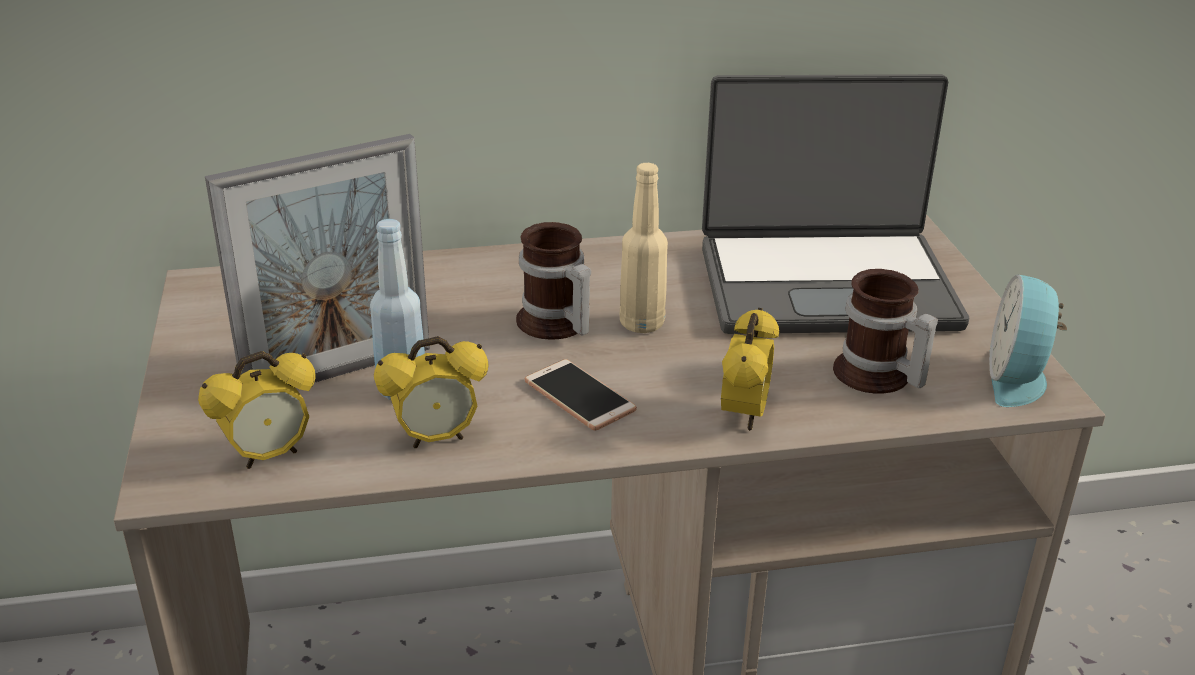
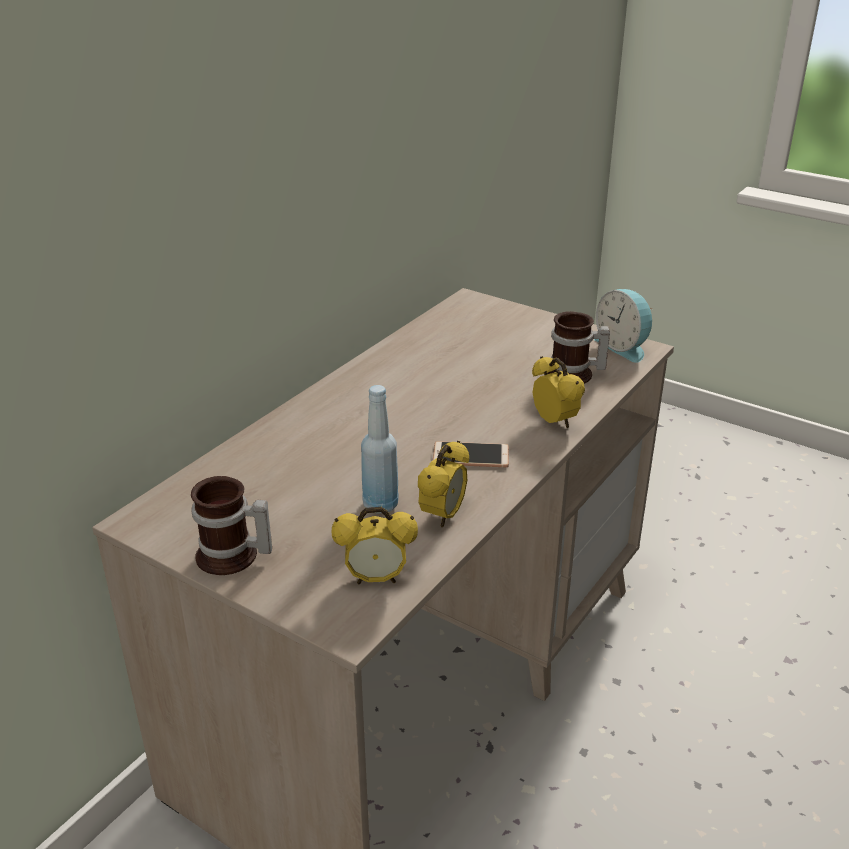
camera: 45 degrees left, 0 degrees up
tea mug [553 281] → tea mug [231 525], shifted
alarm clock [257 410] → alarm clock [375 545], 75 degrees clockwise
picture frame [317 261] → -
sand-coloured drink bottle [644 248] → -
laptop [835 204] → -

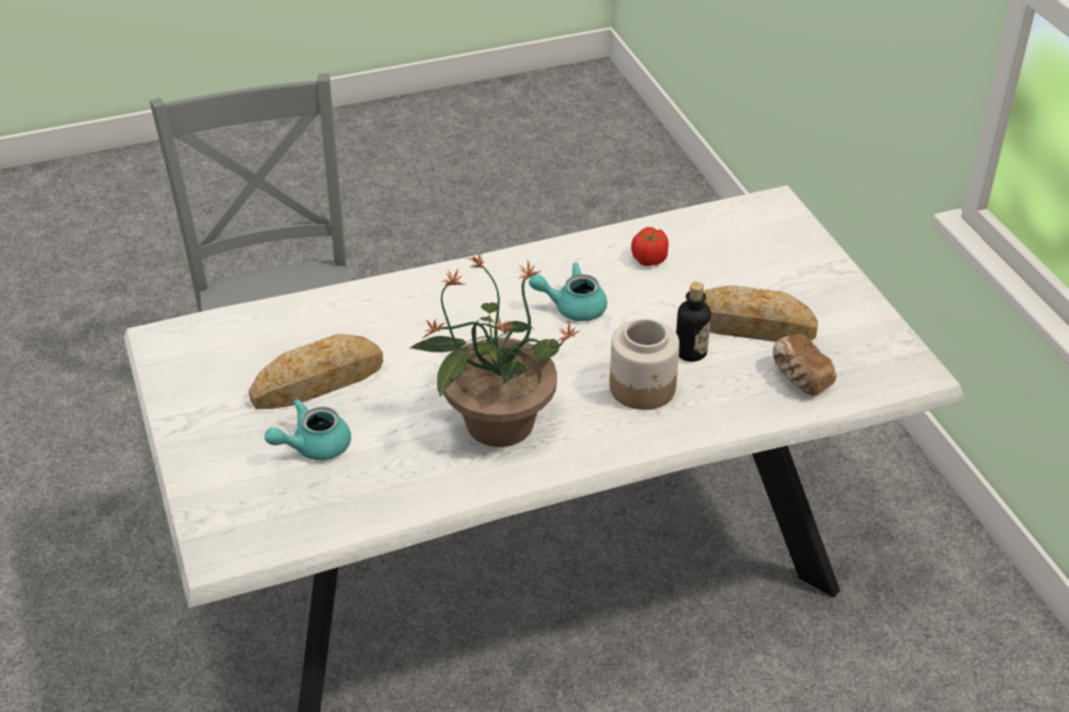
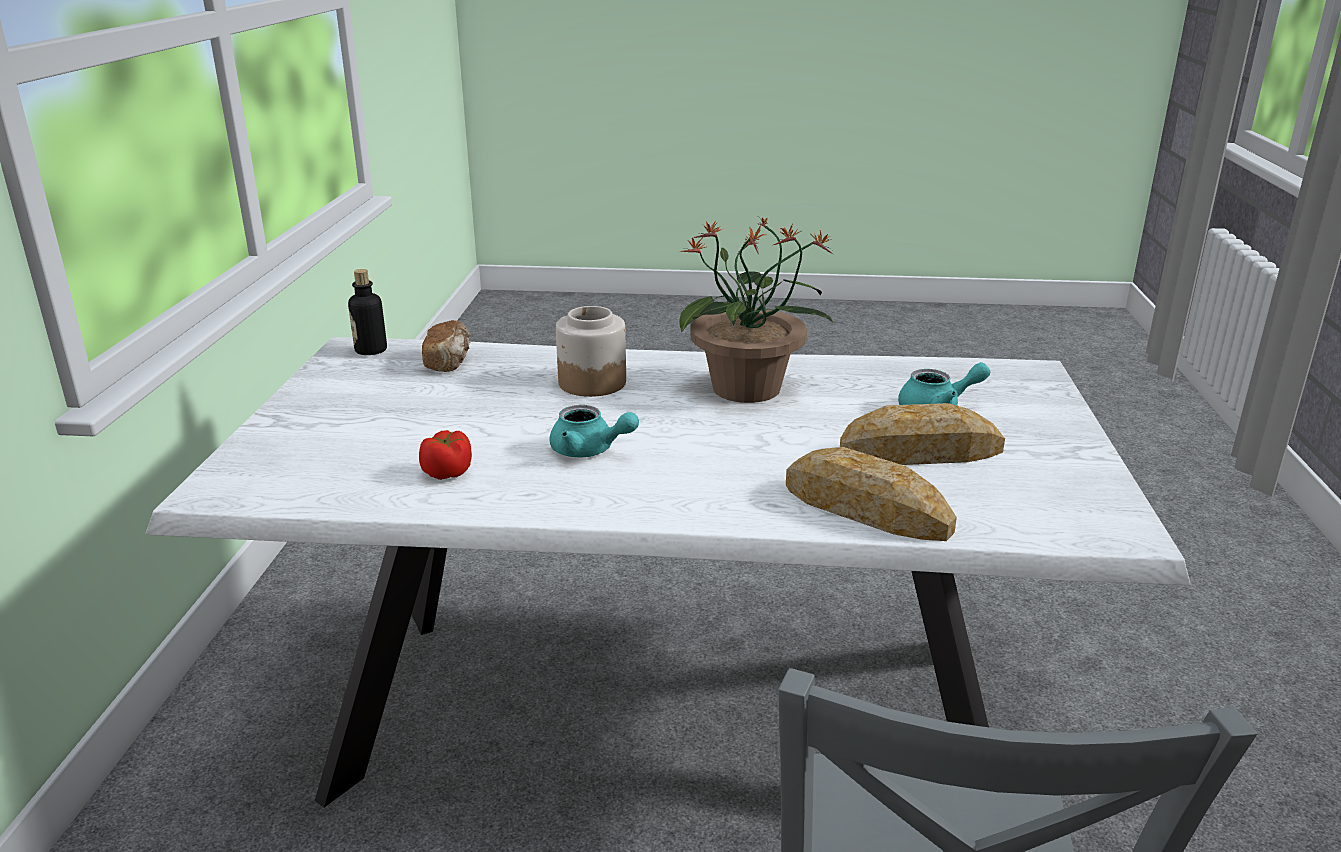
camera: 155 degrees left, 15 degrees down
drink bottle [693 322] → drink bottle [367 312], shifted
bread [760 313] → bread [871 494], shifted

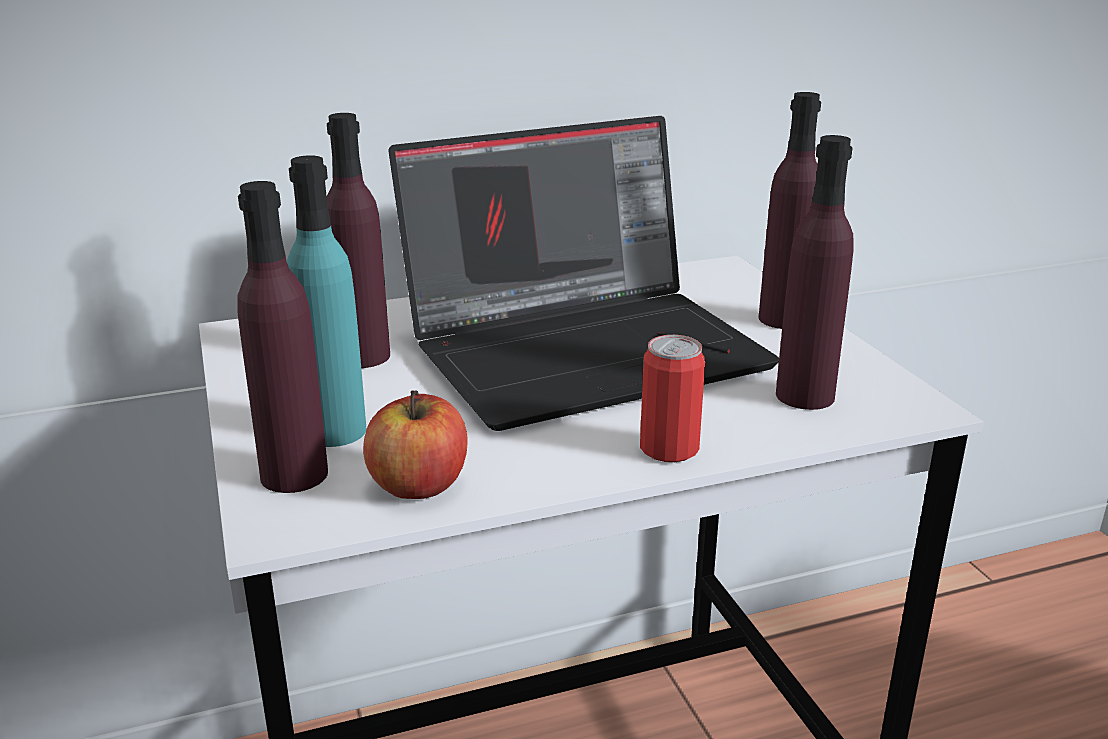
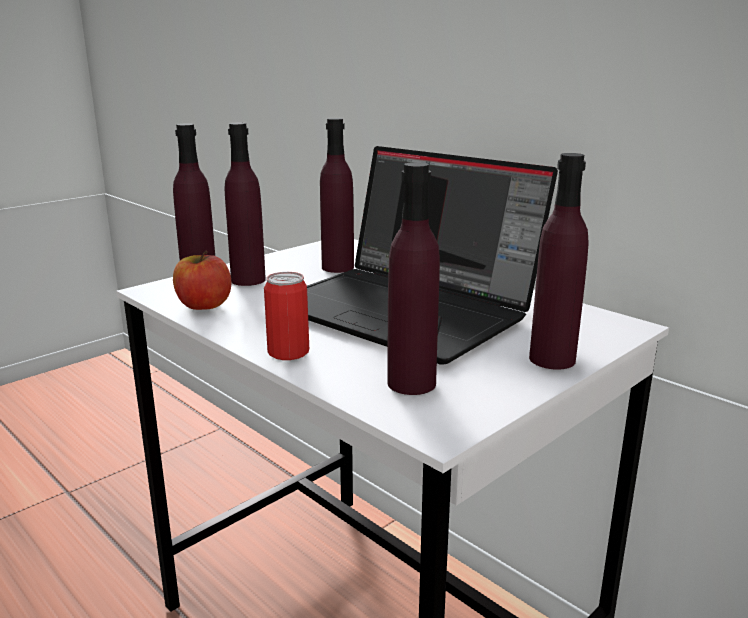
camera: 65 degrees right, 5 degrees down
turquoise-coloured drink bottle [327 301] → purplish drink bottle [245 204]

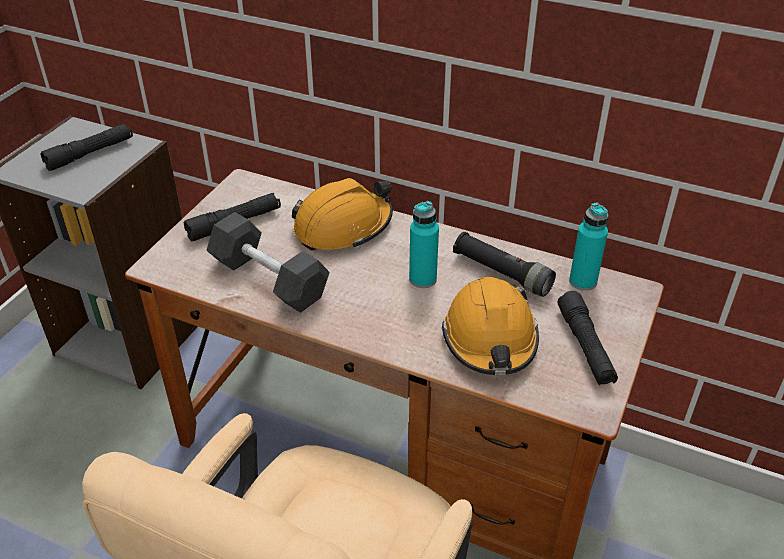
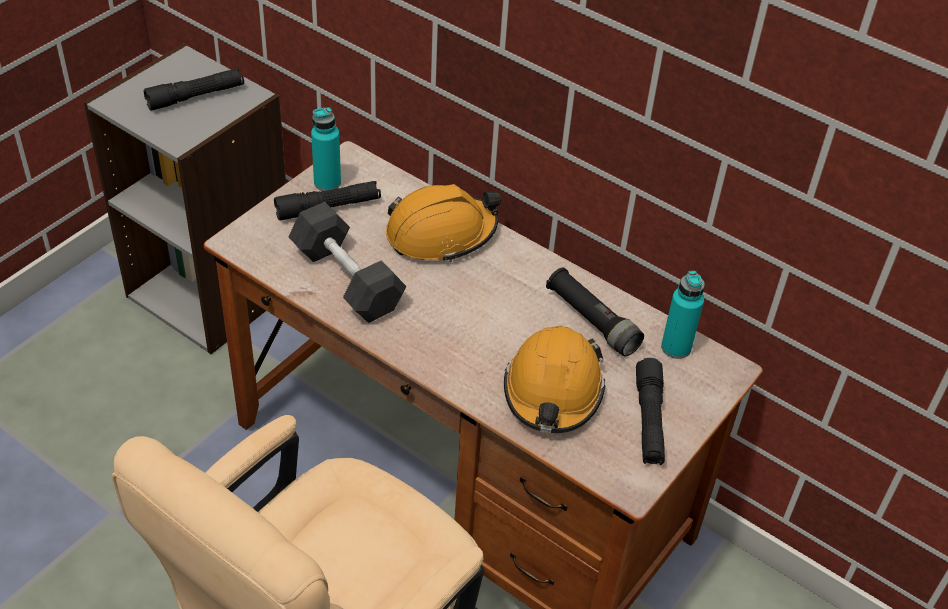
camera: 10 degrees right, 5 degrees up
turquoise-coloured drink bottle [424 244] → turquoise-coloured drink bottle [326 149], shifted

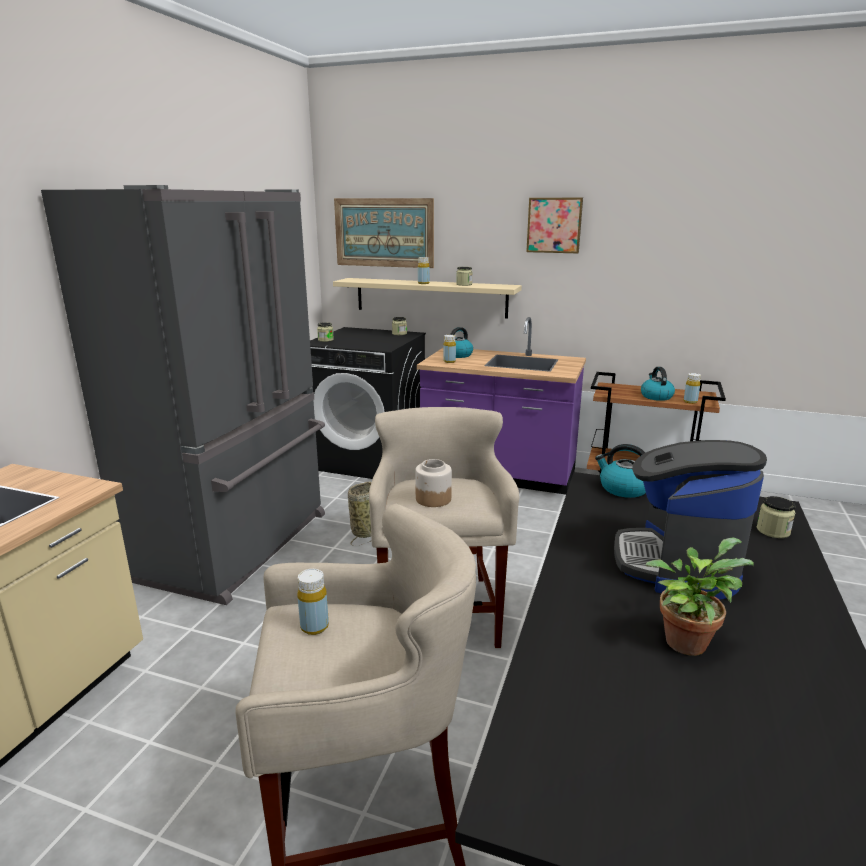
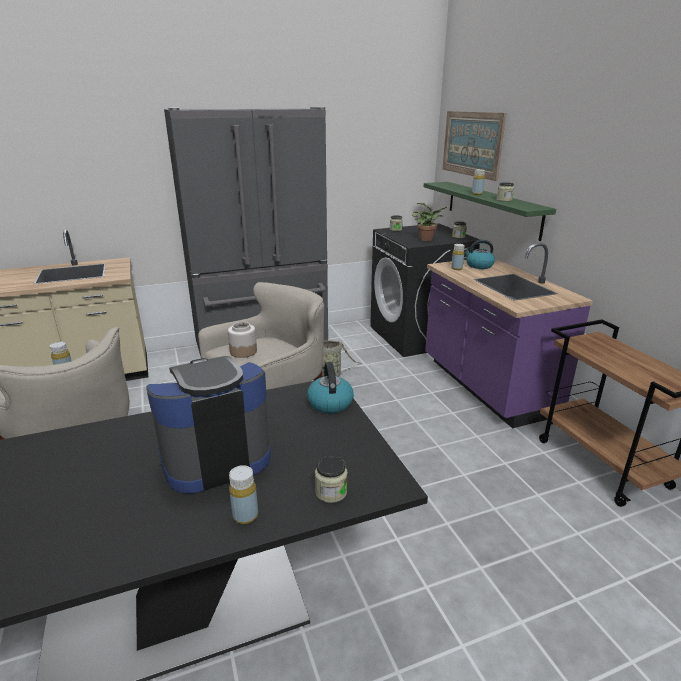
camera: 50 degrees right, 5 degrees up
yellowish drink bottle [692 388] → yellowish drink bottle [243 494], shifted
plant in a pot [699 597] → plant in a pot [431 222], shifted
sand-coloured shelf [427 298] → green shelf [490 211]
wall picture [554 225] → -
kettle [658 384] → -

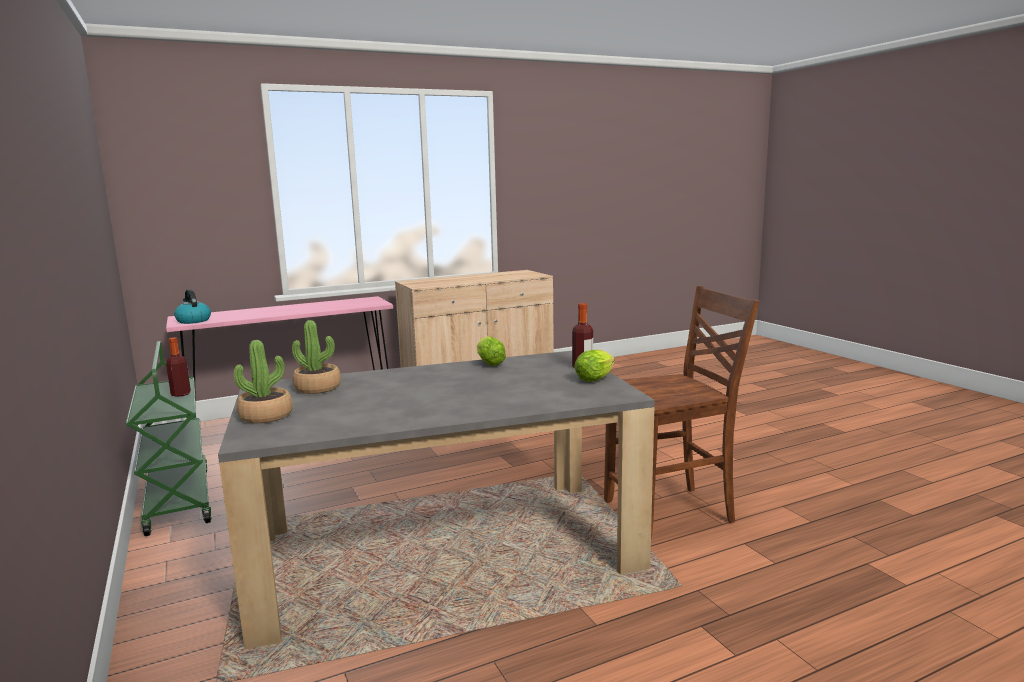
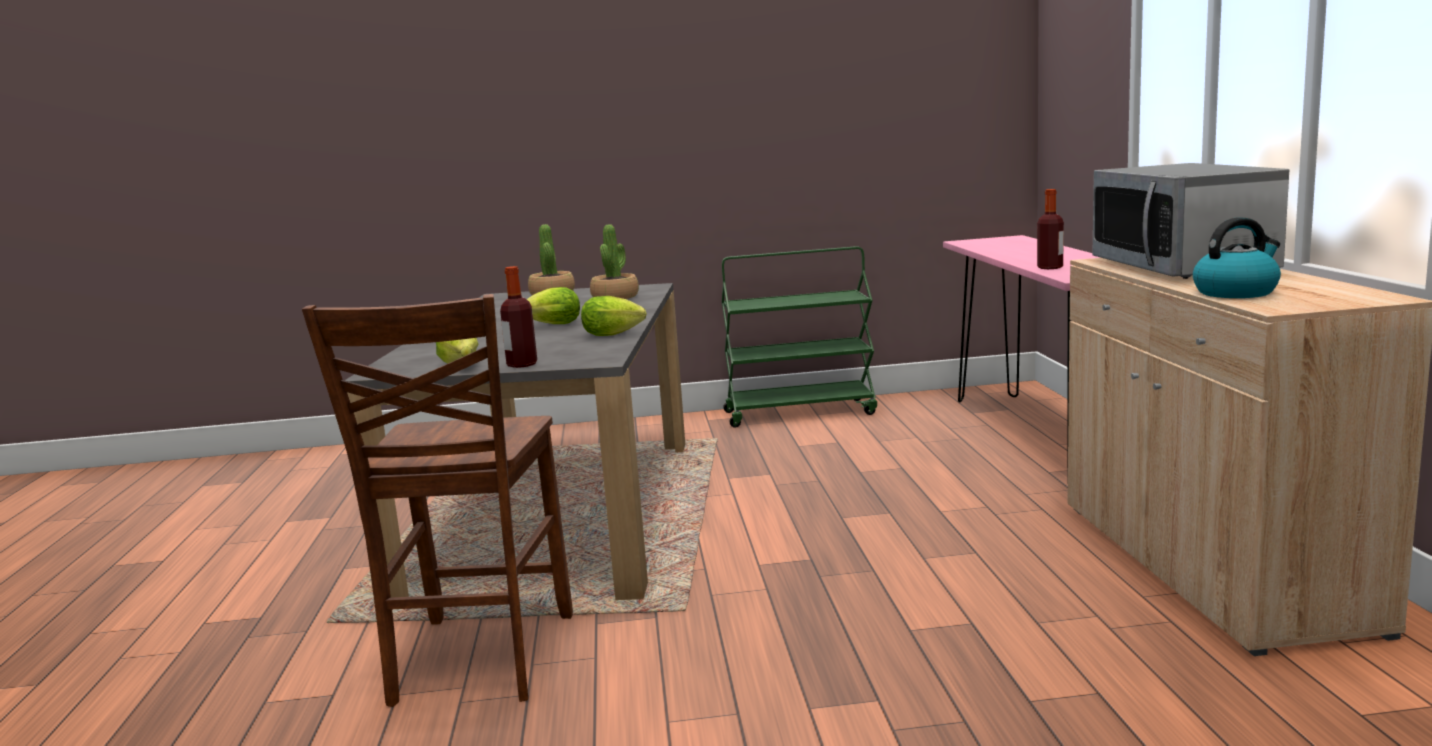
camera: 110 degrees right, 0 degrees up
- → head of lettuce [553 305]
drink bottle [178 367] → drink bottle [1050 229], shifted
- → microwave oven [1190 221]
kettle [192 306] → kettle [1237 257], shifted

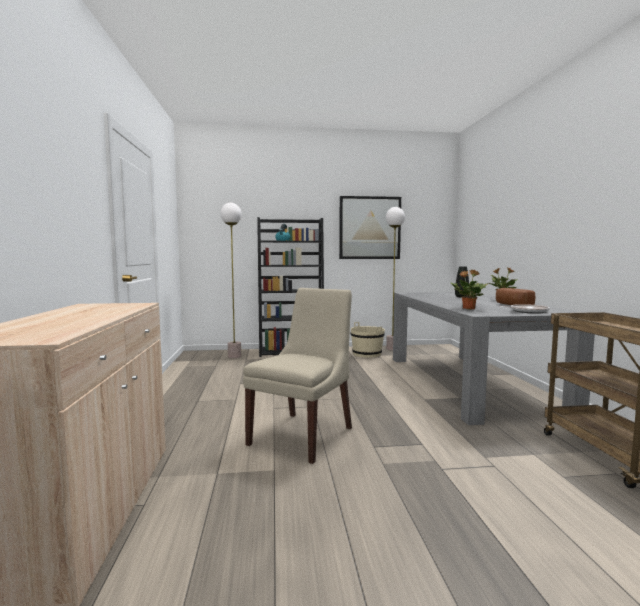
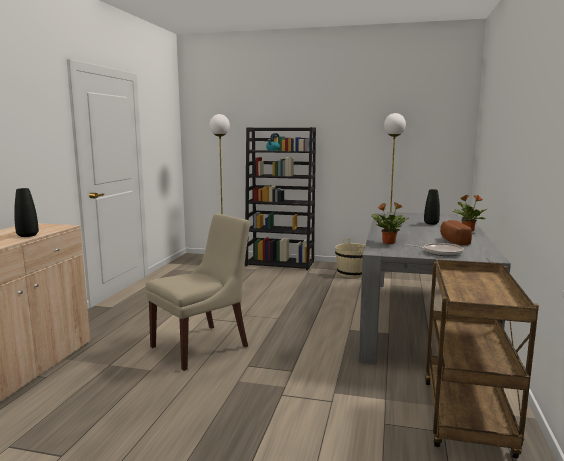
camera: 20 degrees right, 5 degrees up
- → black-coloured flower vase [26 212]
wall picture [370 227] → -

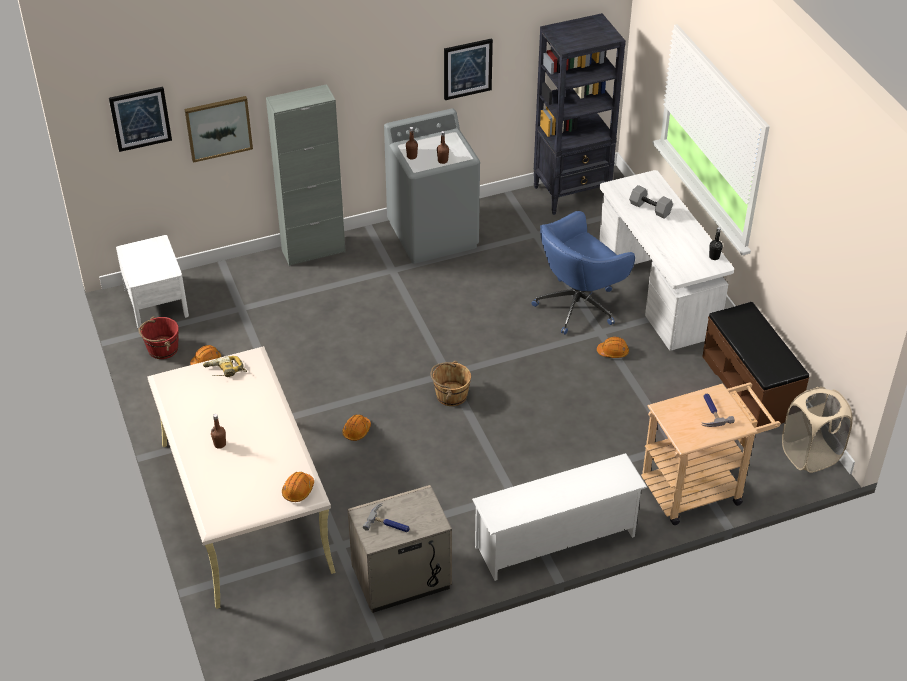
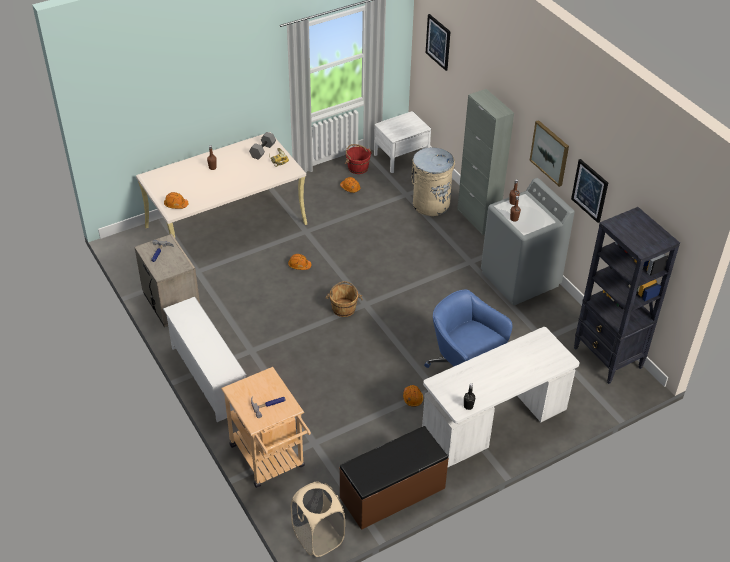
camera: 80 degrees right, 0 degrees up
gray free weight [651 202] → gray free weight [262 146], shifted
- → sand-coloured trash can [433 181]
wall picture [219 129] → wall picture [549 153], shifted

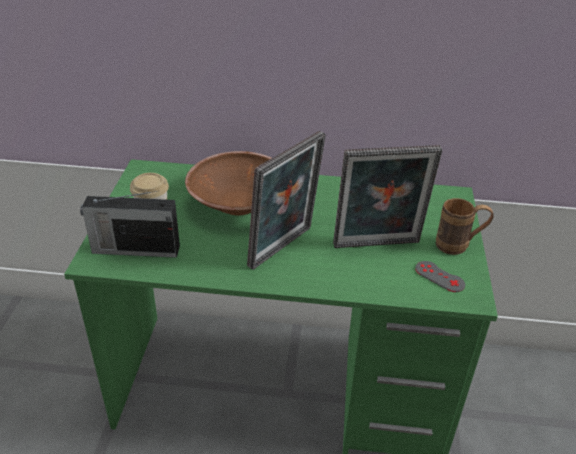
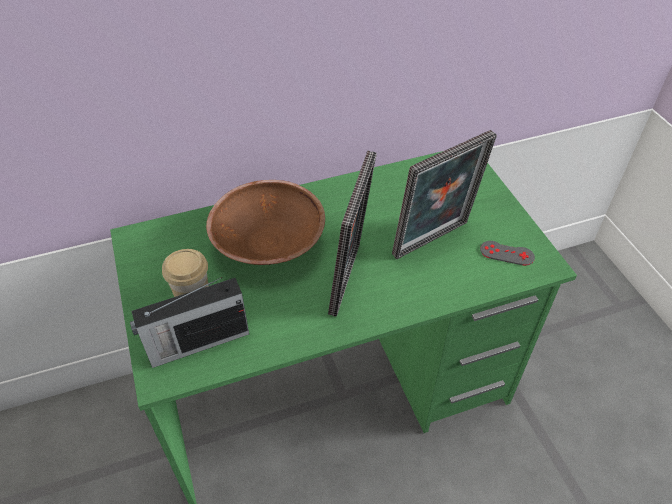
camera: 25 degrees left, 10 degrees up
brown-coloured tea mug [464 226] → -

